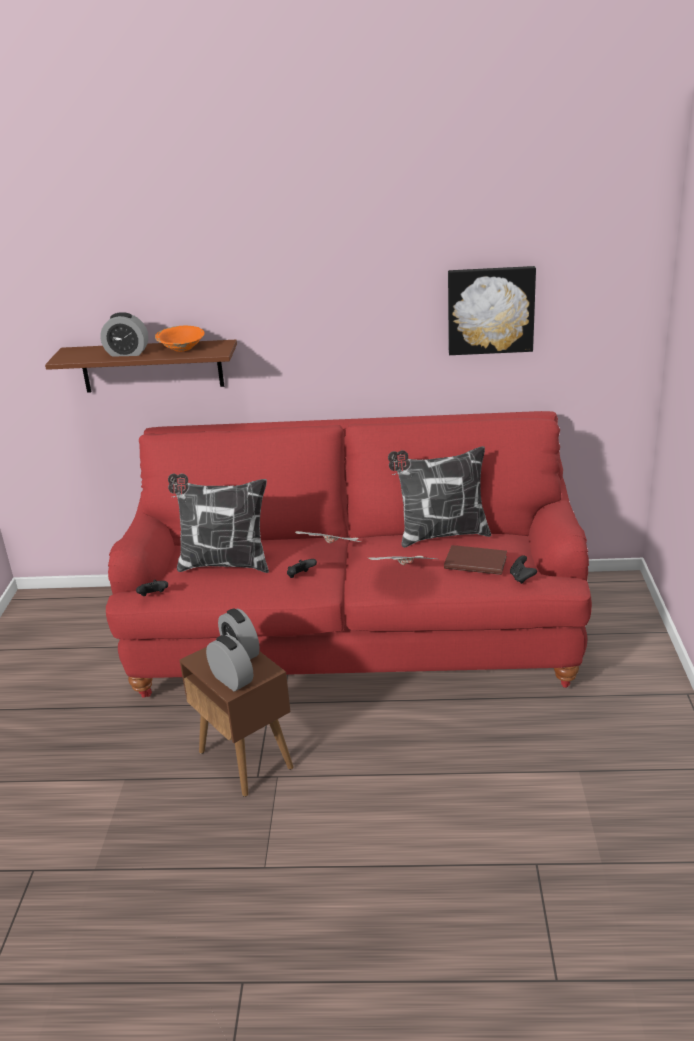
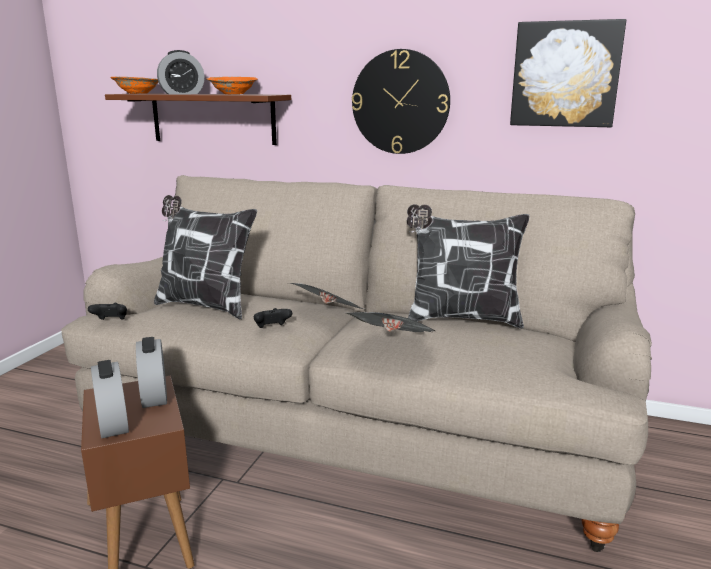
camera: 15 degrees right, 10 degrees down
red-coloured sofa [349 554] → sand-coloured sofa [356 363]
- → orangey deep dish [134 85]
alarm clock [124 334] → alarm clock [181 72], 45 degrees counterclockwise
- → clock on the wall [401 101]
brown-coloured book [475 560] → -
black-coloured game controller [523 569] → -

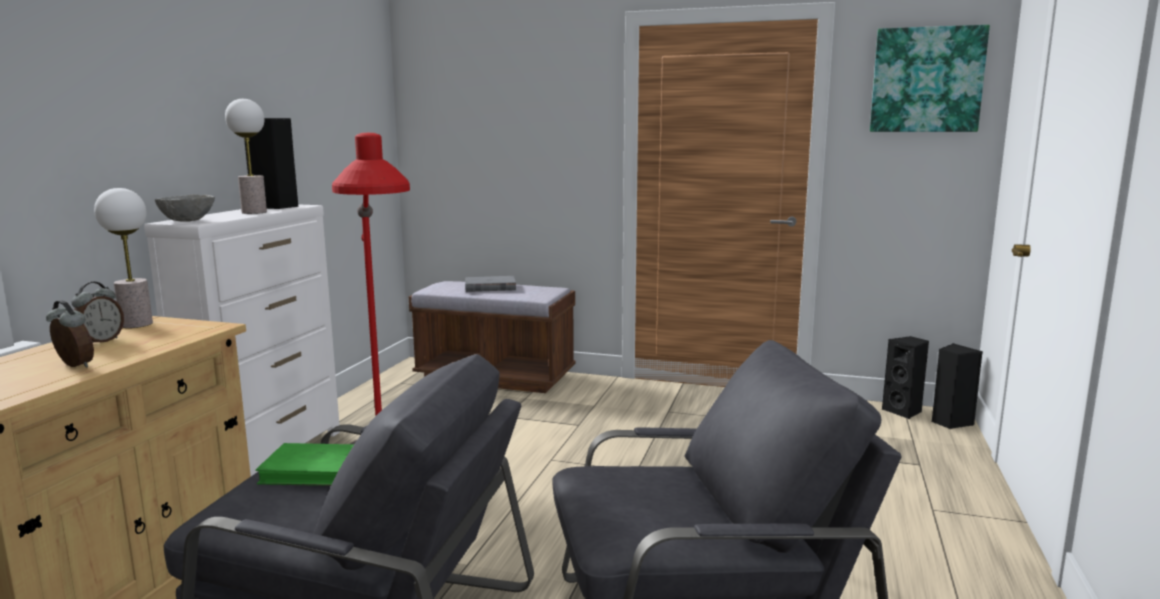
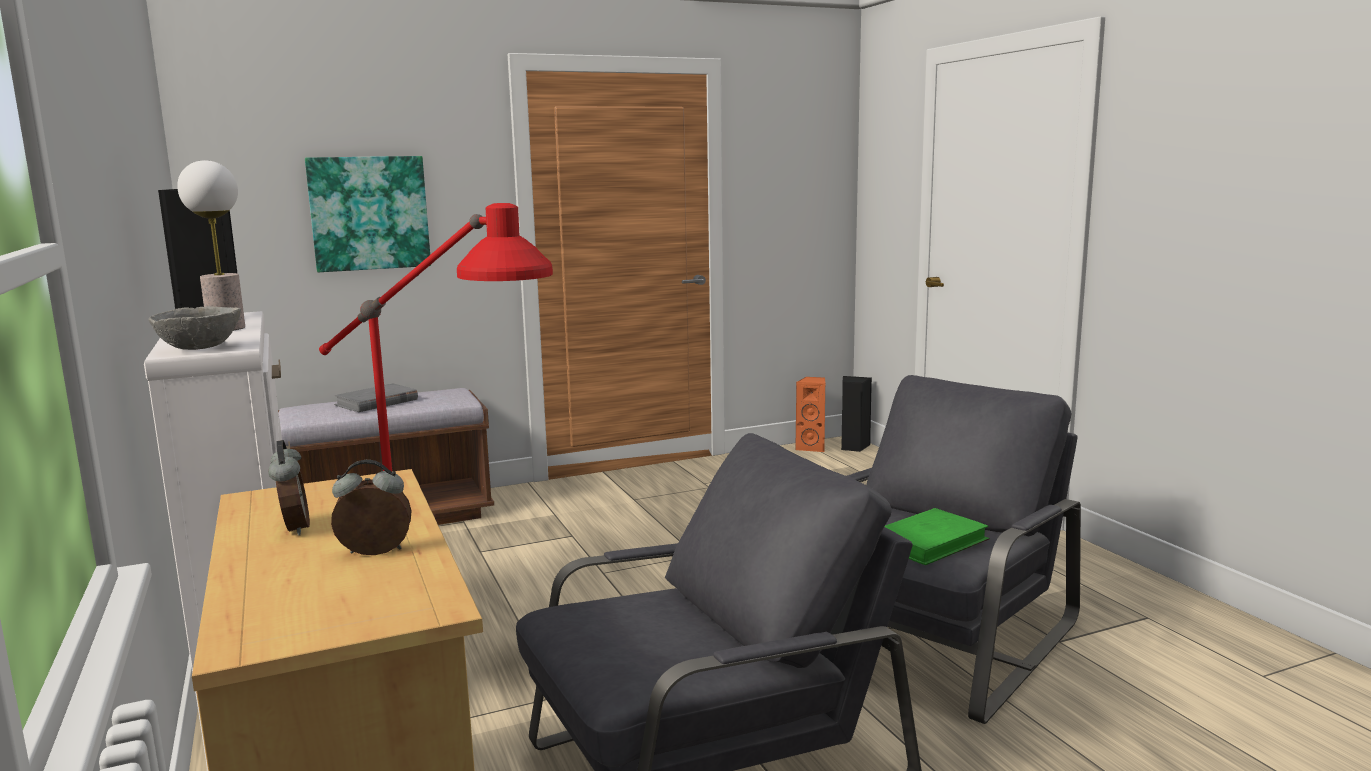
camera: 40 degrees left, 0 degrees up
wall picture [930 78] → wall picture [368 214], shifted
black-coloured speaker [905 377] → orangey speaker [810 414]
green book [304 464] → green book [937 536], shifted
lamp for a table [123 258] → -

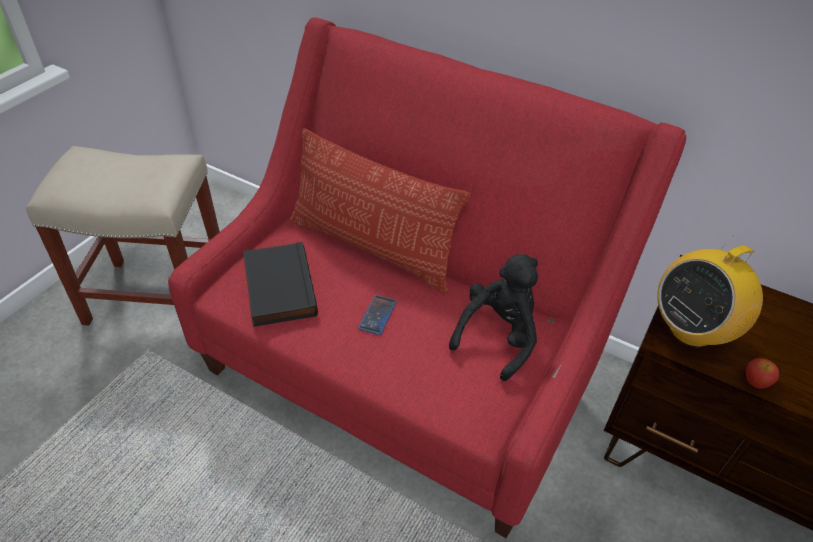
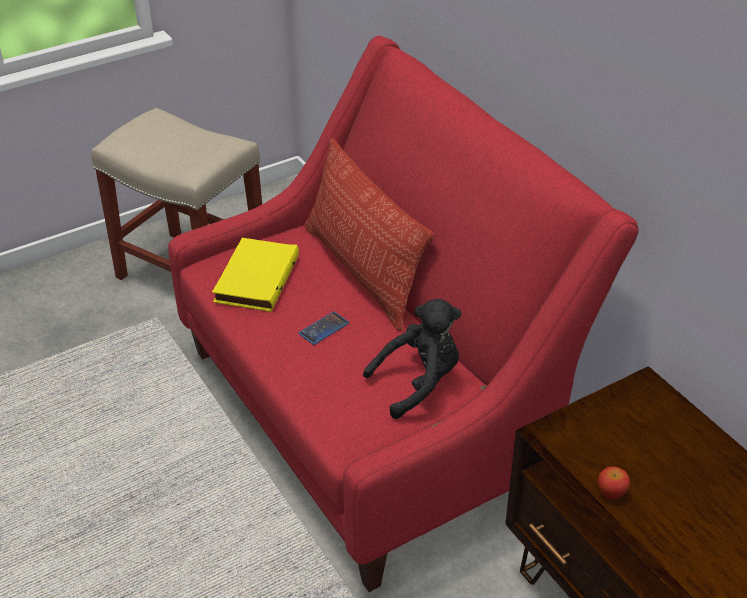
camera: 30 degrees right, 5 degrees down
black-coloured book [280 284] → yellowish book [255 275]
radio set [710 291] → -

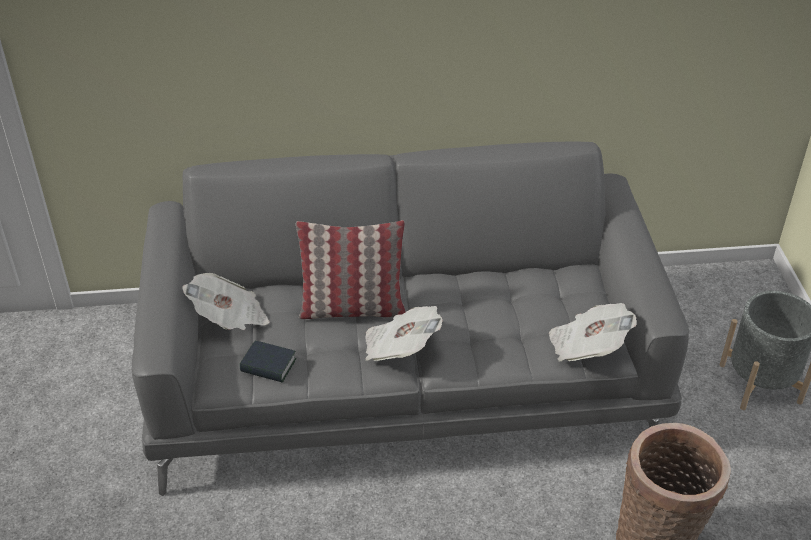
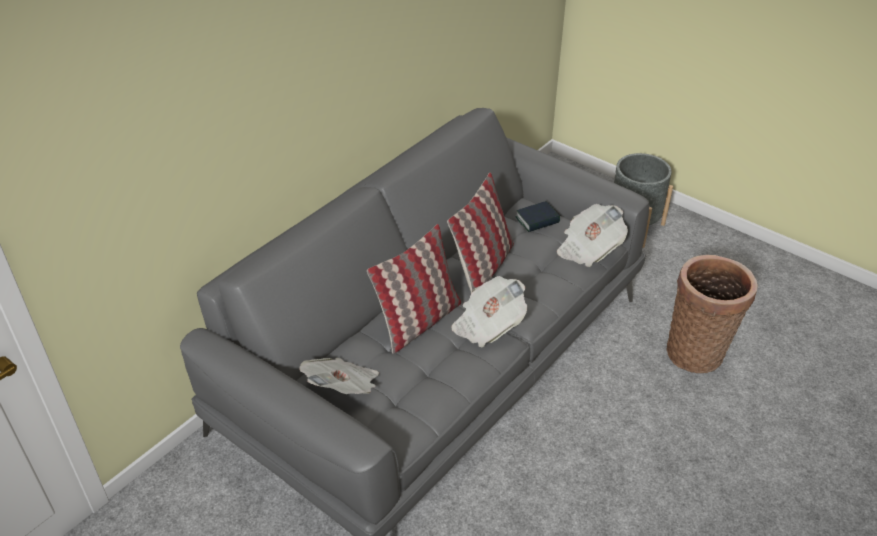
camera: 45 degrees left, 0 degrees up
- → throw pillow [480 232]
book [268 362] → book [537 216], shifted

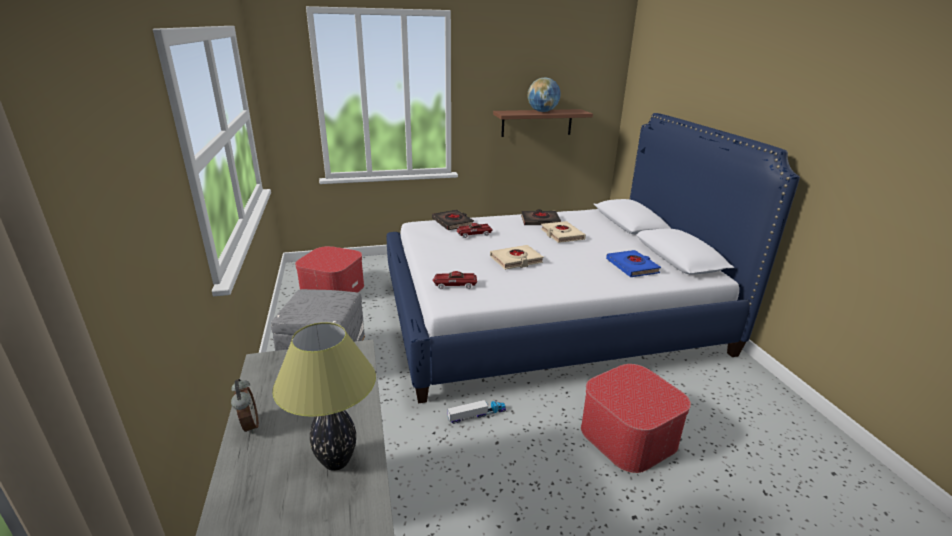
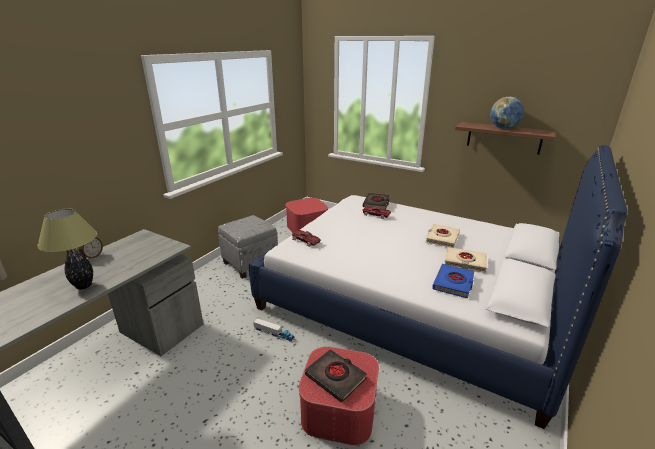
camera: 45 degrees right, 0 degrees up
black-coloured book [541 217] → black-coloured book [336 376], shifted
sand-coloured book [517 257] → sand-coloured book [466 260], shifted

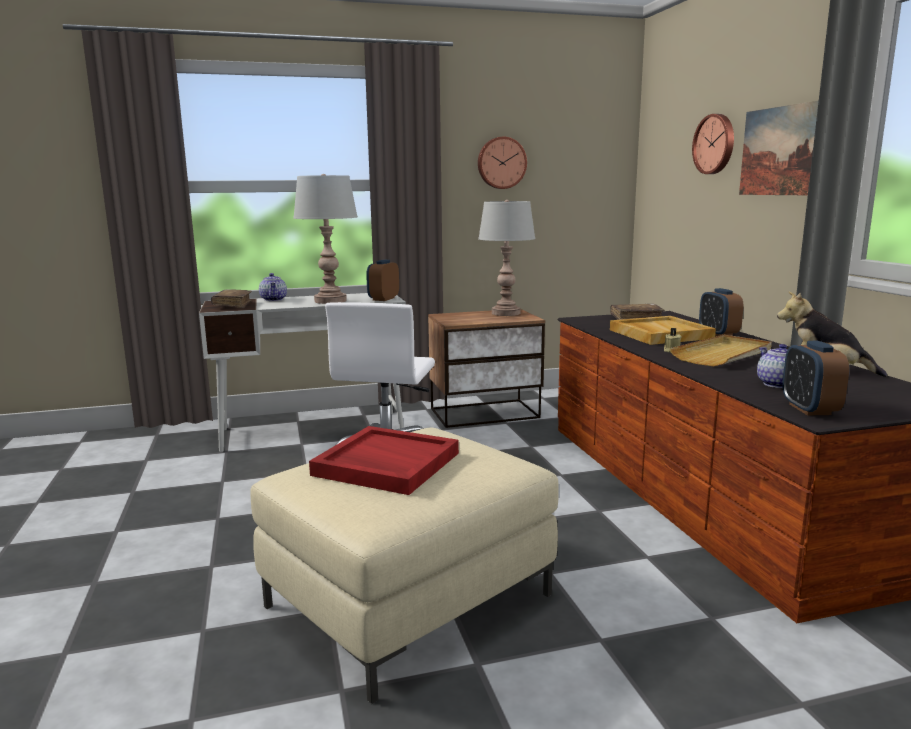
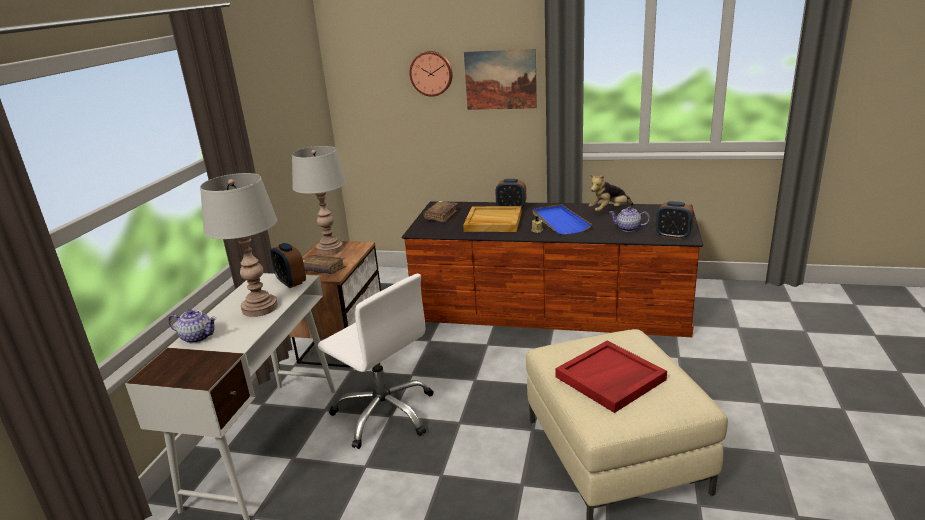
camera: 60 degrees left, 10 degrees up
brown-coloured book [231 298] → brown-coloured book [324 264], shifted
sand-coloured serving tray [720 350] → bluish serving tray [562 219]
clock on the wall [502 163] → -

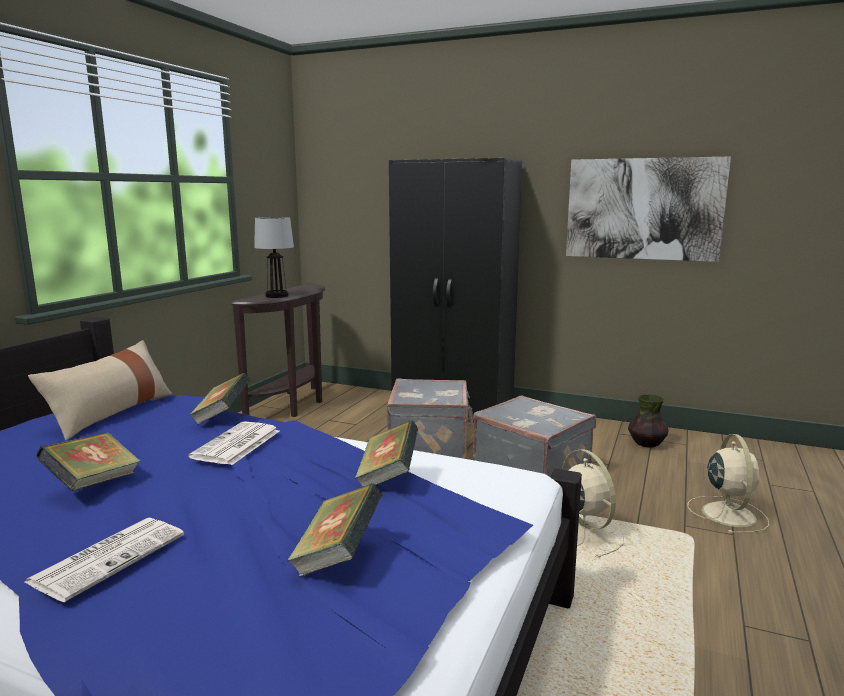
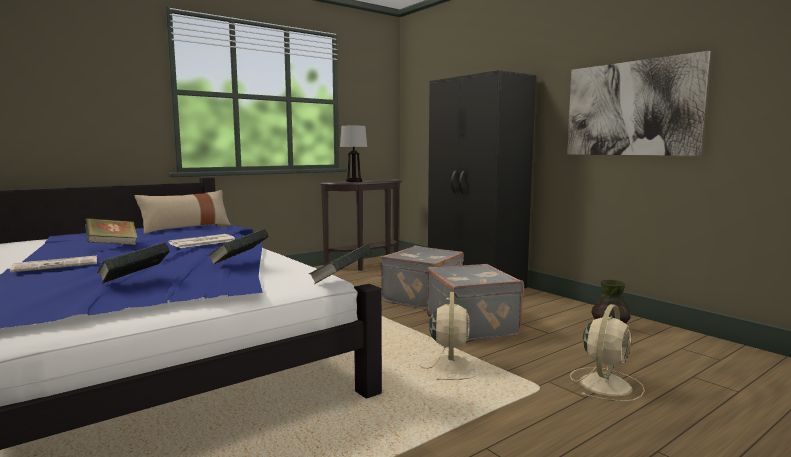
camera: 30 degrees right, 5 degrees down
book [220 399] → book [340 264], shifted

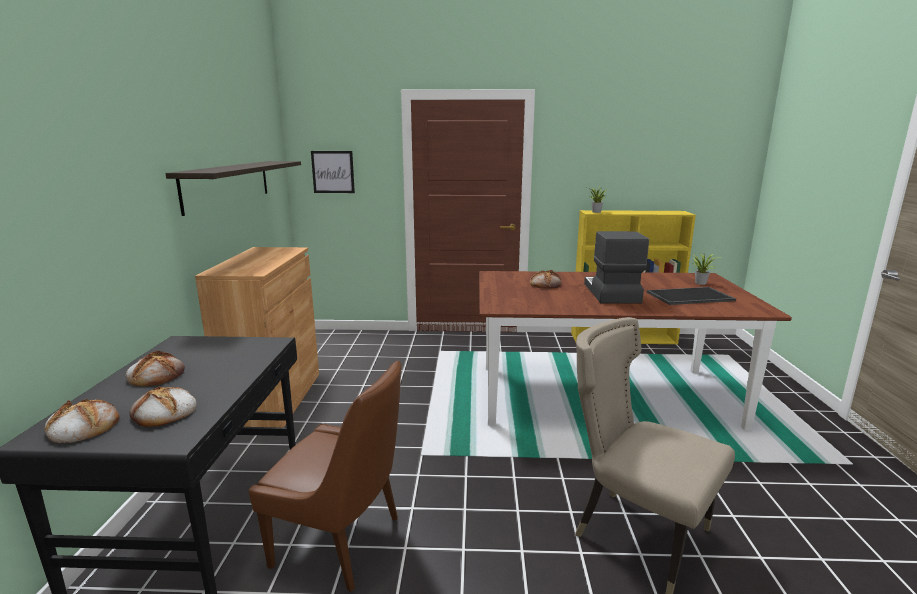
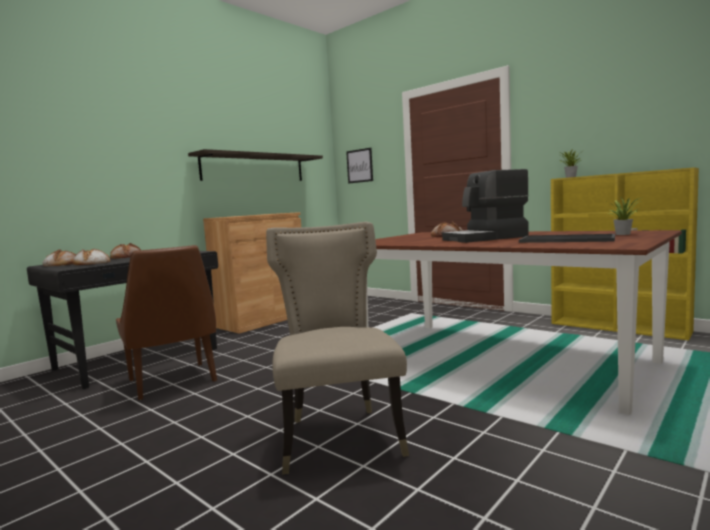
camera: 40 degrees right, 10 degrees down
coffee maker [616 267] → coffee maker [485 206], 150 degrees counterclockwise

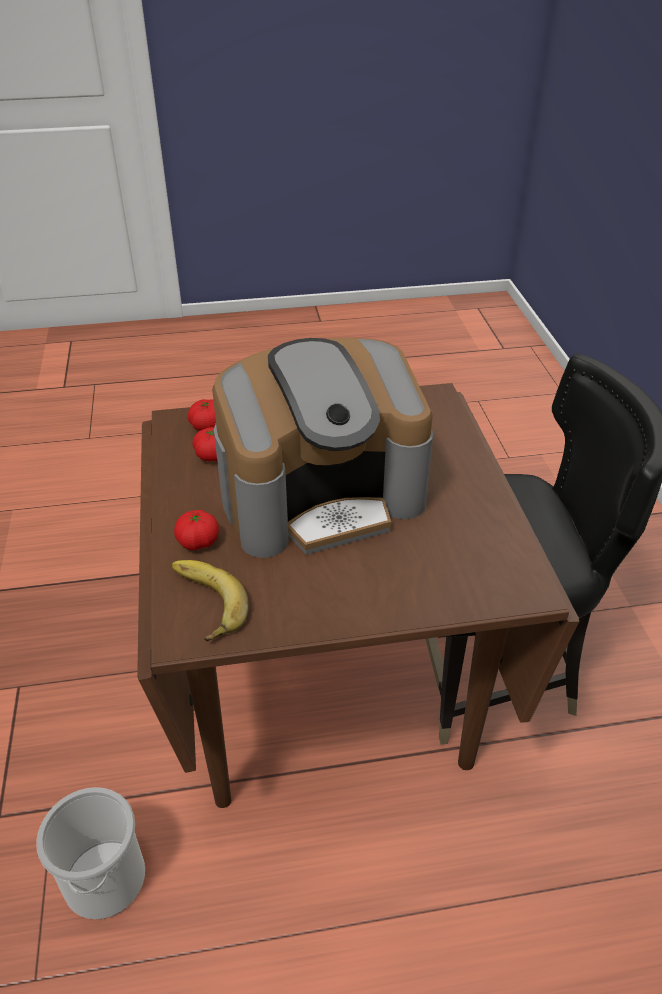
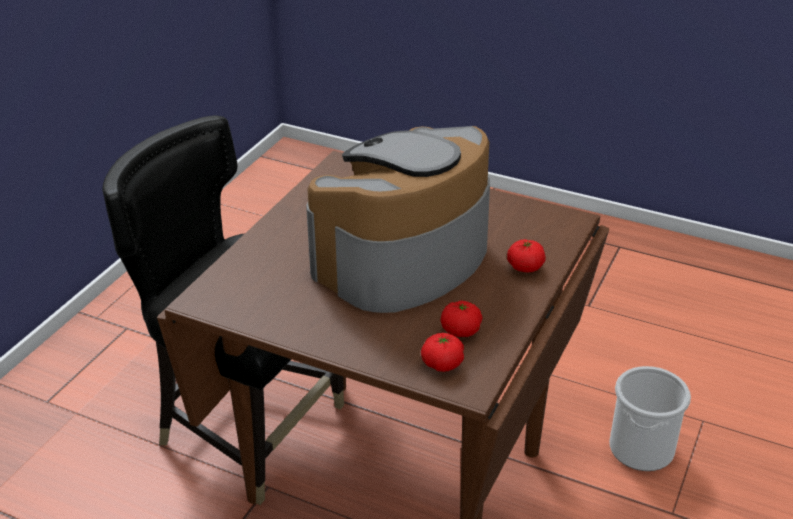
camera: 145 degrees left, 5 degrees down
coffee maker [322 448] → coffee maker [398 219], 60 degrees counterclockwise
banana [210 600] → -

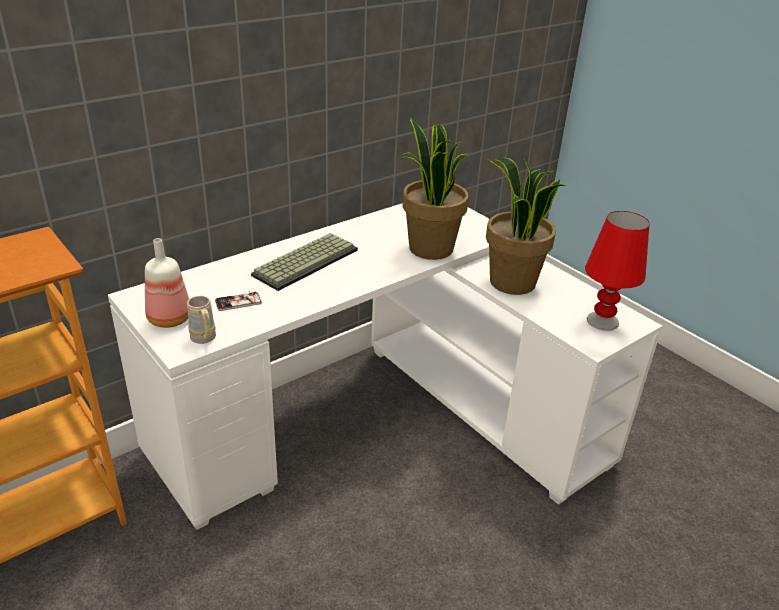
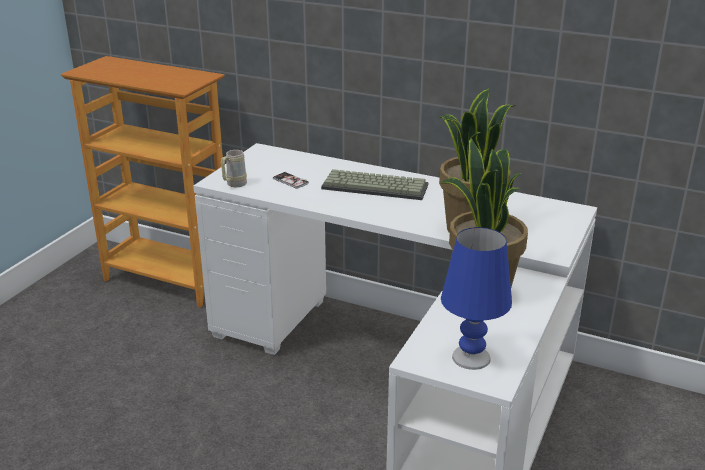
camera: 65 degrees right, 5 degrees down
red-coloured lamp for a table [617 271] → bluish lamp for a table [476 298]
drink bottle [167 283] → -

